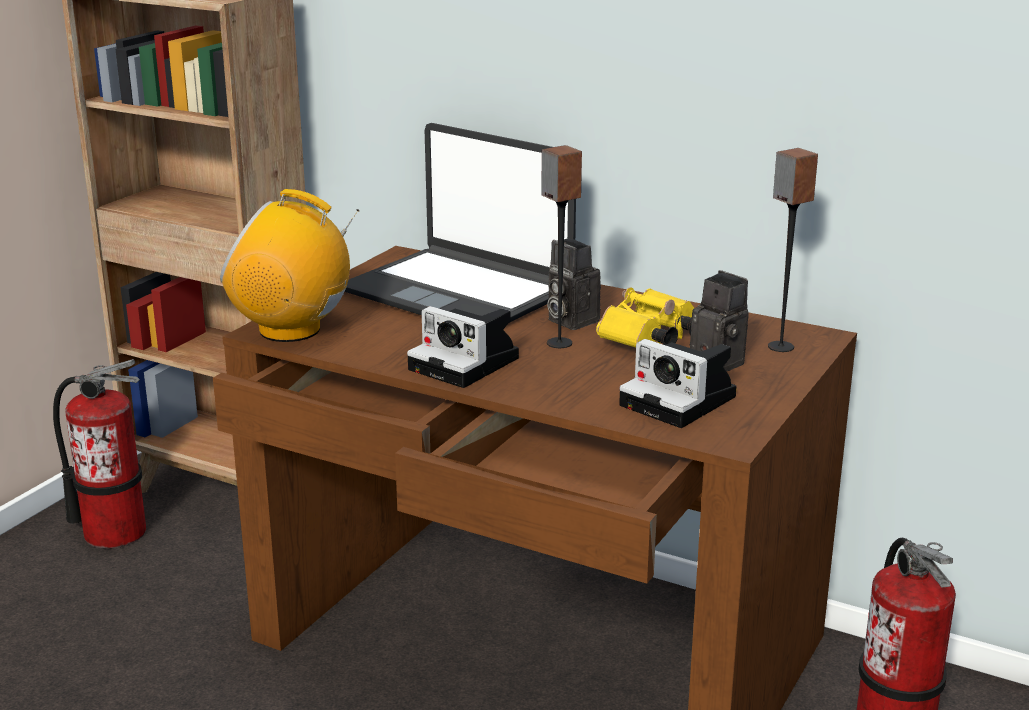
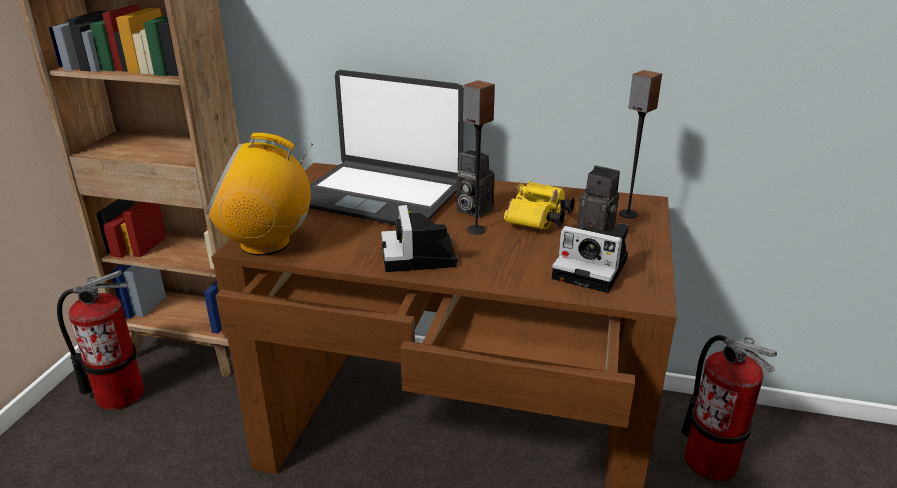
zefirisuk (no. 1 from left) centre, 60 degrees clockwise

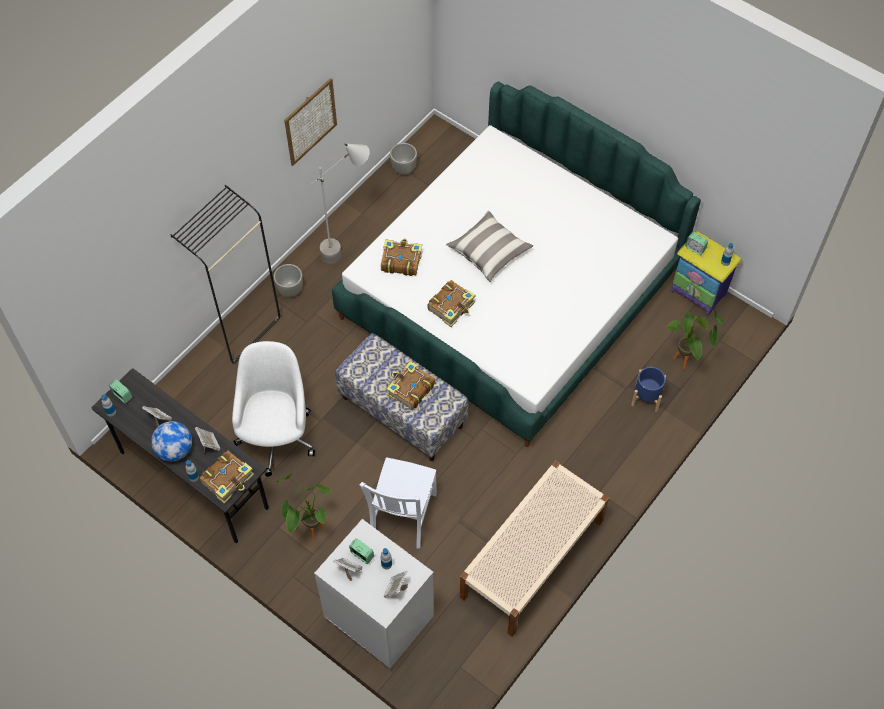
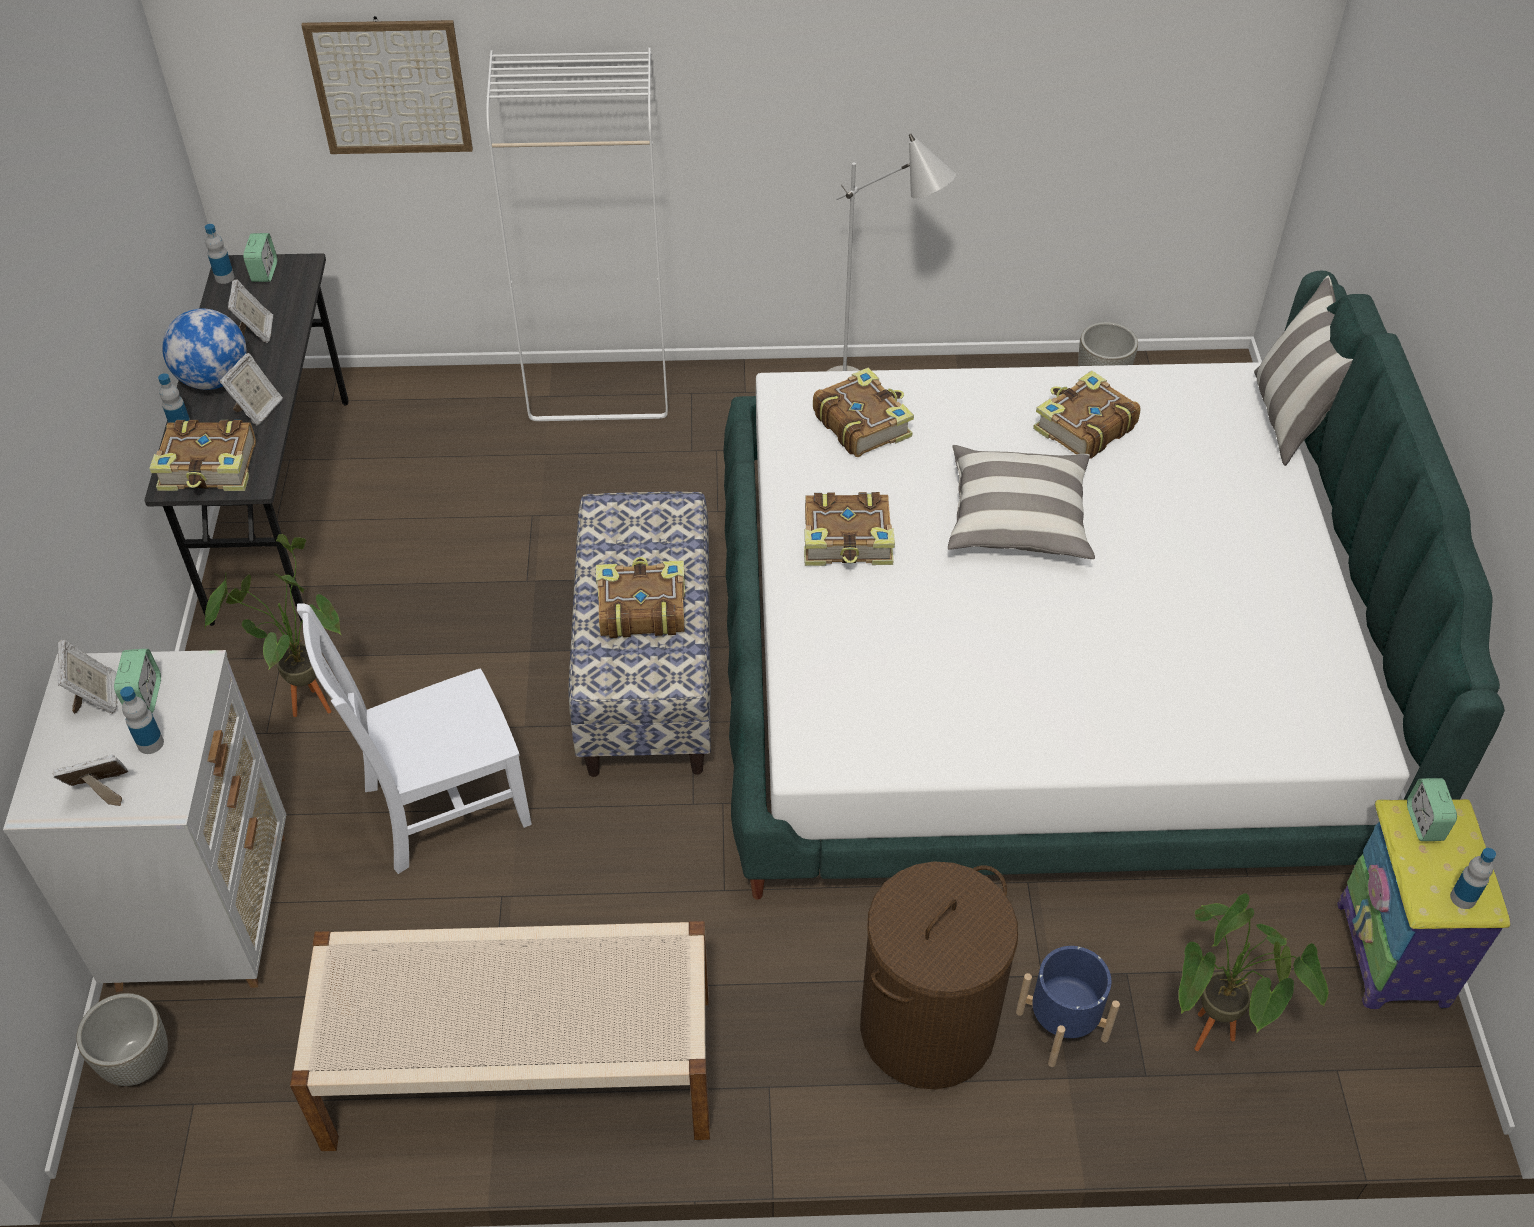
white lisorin middle left -> none
none -> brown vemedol bottom centre
none -> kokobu (no. 5 from left) middle right
none -> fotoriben (no. 2 from left) top right
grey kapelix (no. 1 from left) middle left -> grey kapelix (no. 1 from left) bottom left, relocated
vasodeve top centre -> vasodeve top left, relocated
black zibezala middle left -> white zibezala top centre

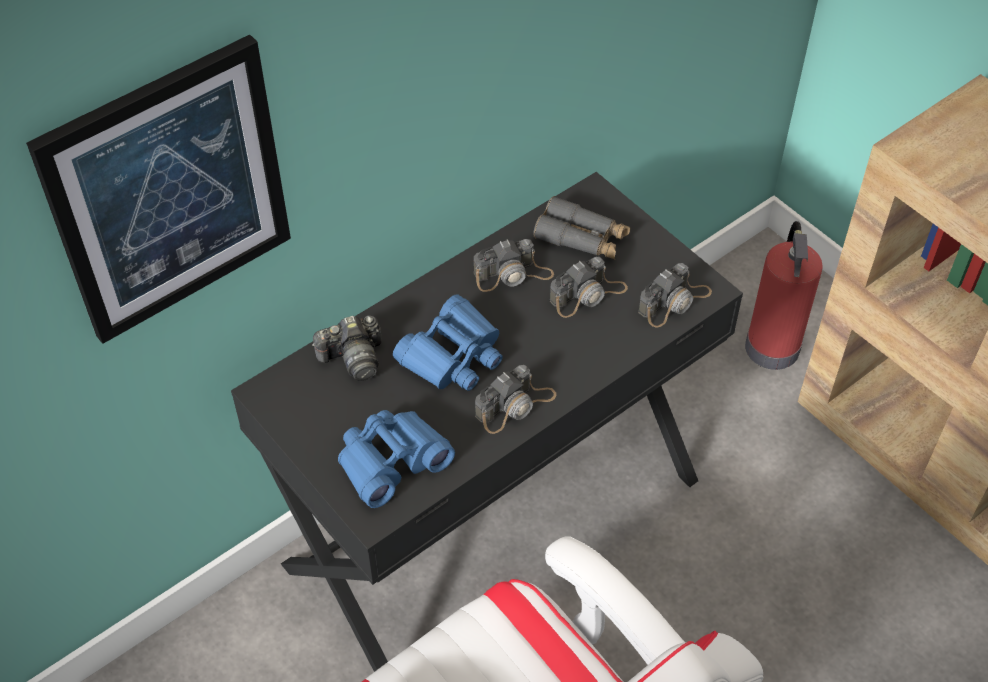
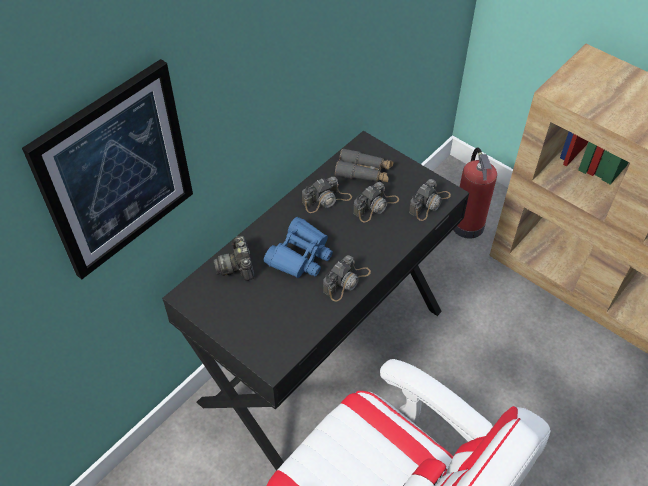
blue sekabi (no. 1 from left) bottom centre -> none
zefirisuk (no. 1 from left) centre, 105 degrees clockwise

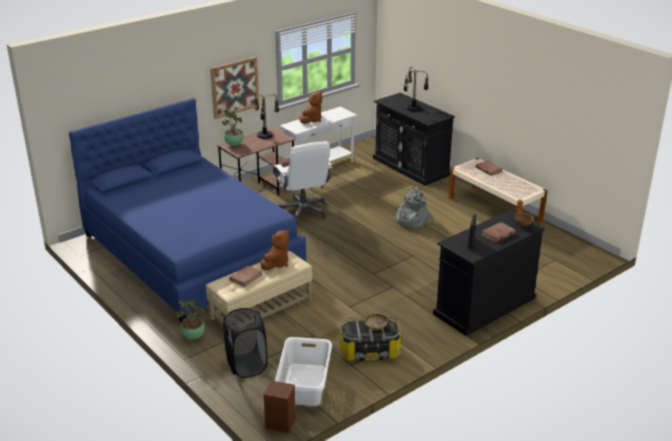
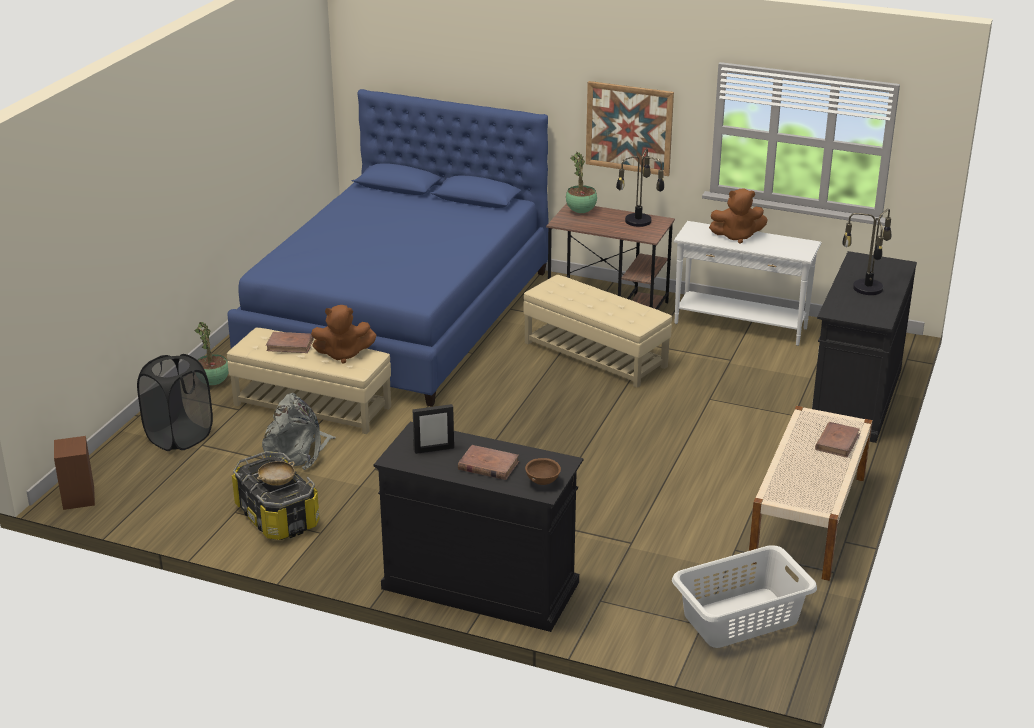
white vemedol bottom centre -> white vemedol bottom right, relocated
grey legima centre -> grey legima middle left, relocated
white lisorin centre -> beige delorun (no. 2 from left) centre

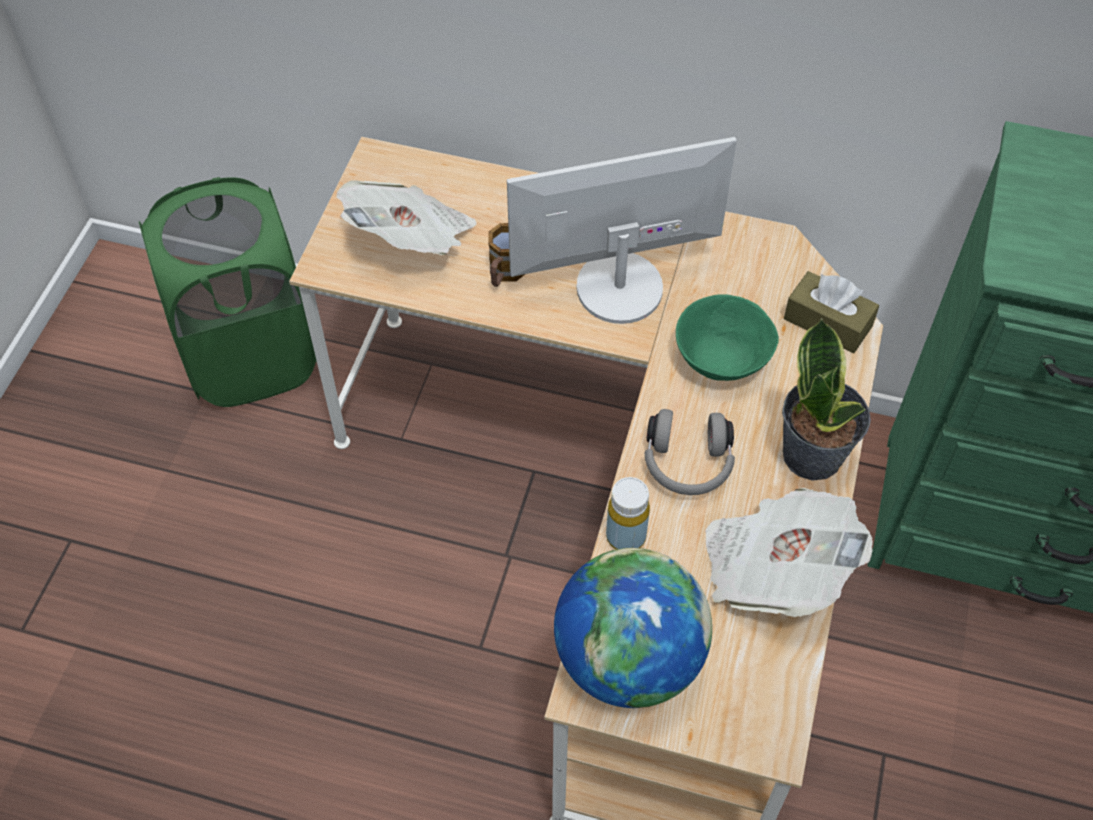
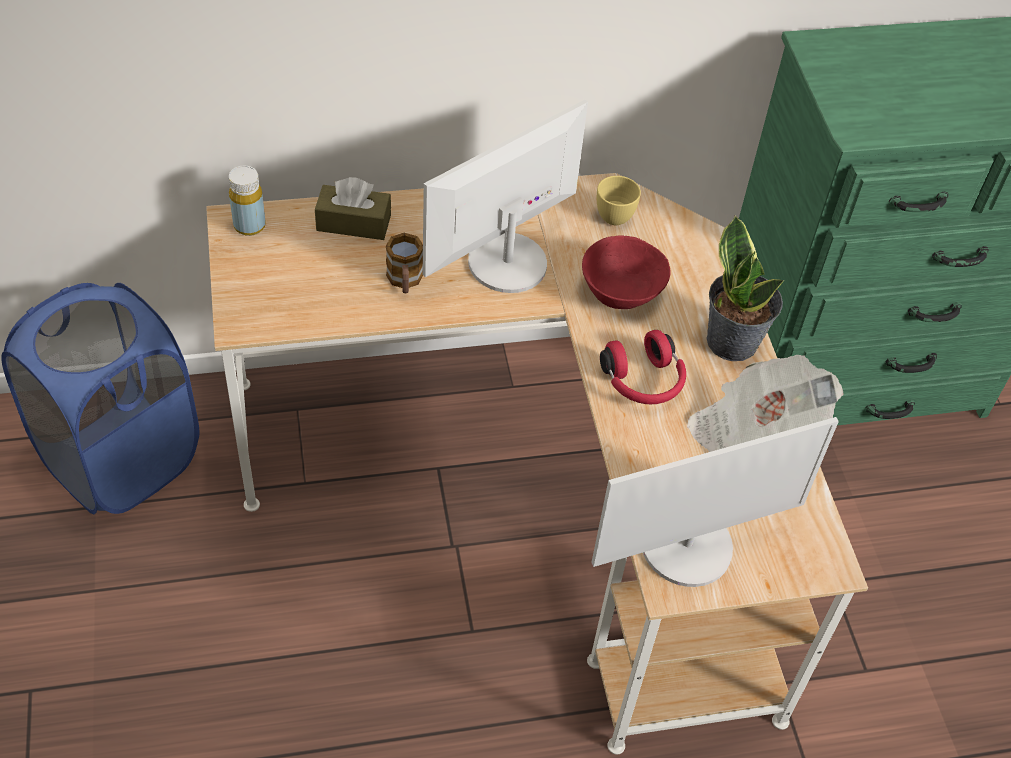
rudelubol (no. 1 from left) top centre -> none
none -> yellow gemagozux top centre
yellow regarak centre -> yellow regarak top left, relocated
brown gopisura middle right -> brown gopisura top centre, relocated
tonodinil bottom centre -> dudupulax (no. 2 from left) middle right
green vemedol middle left -> blue vemedol middle left
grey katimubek centre -> red katimubek centre
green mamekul centre -> red mamekul centre

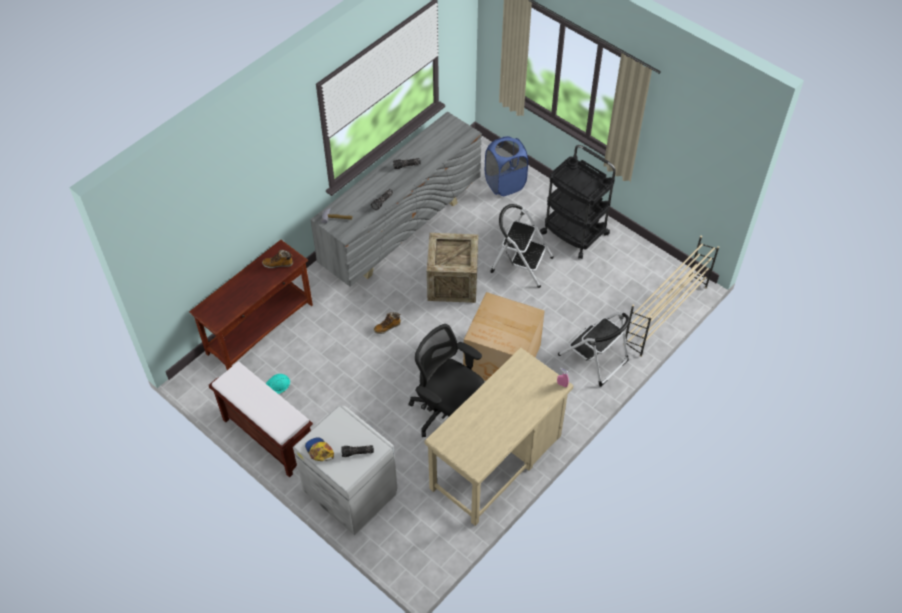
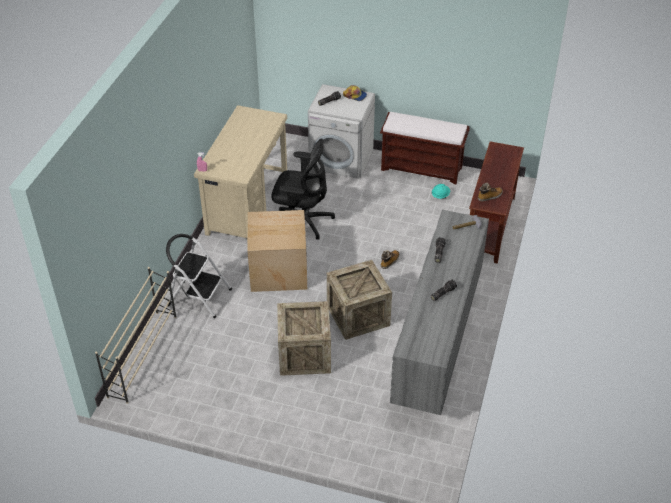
blue vemedol top centre -> none
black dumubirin top centre -> none
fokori (no. 1 from left) centre -> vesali (no. 1 from left) bottom centre

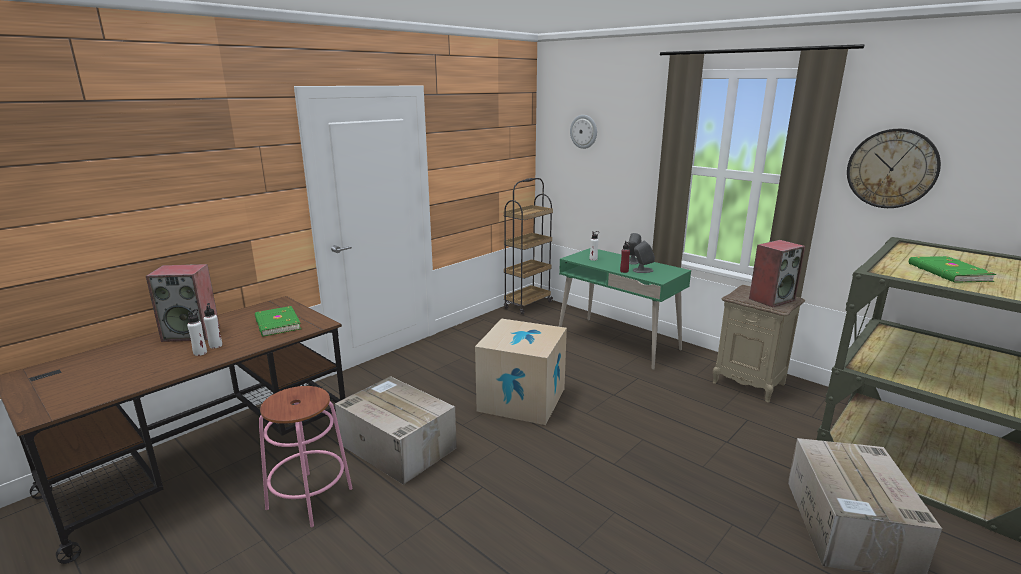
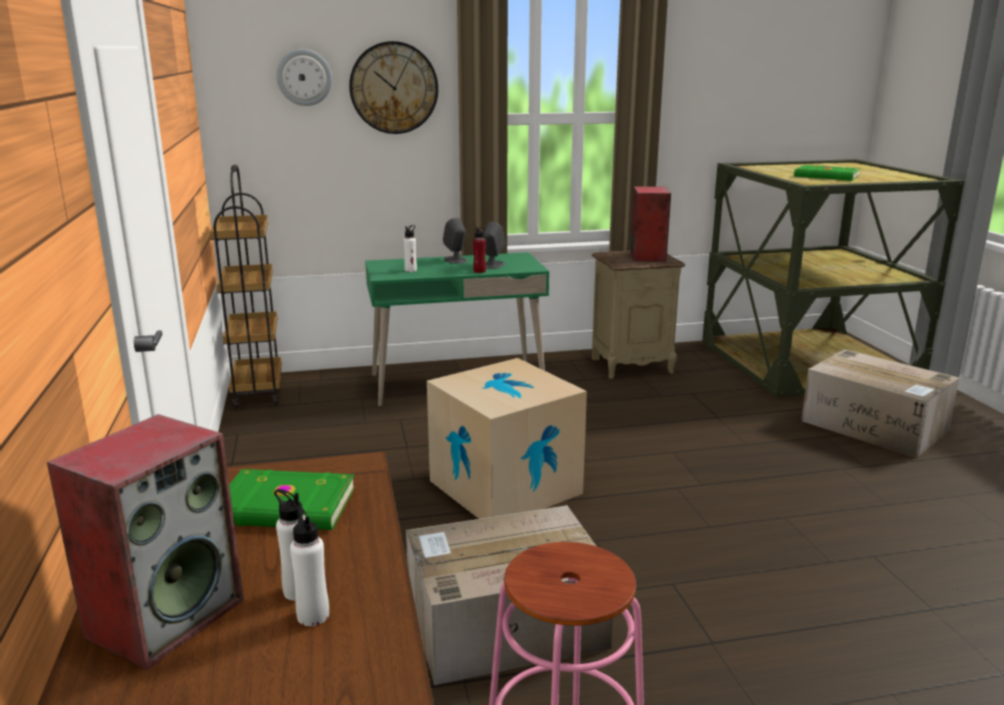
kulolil (no. 2 from left) top right -> kulolil (no. 2 from left) top centre, relocated

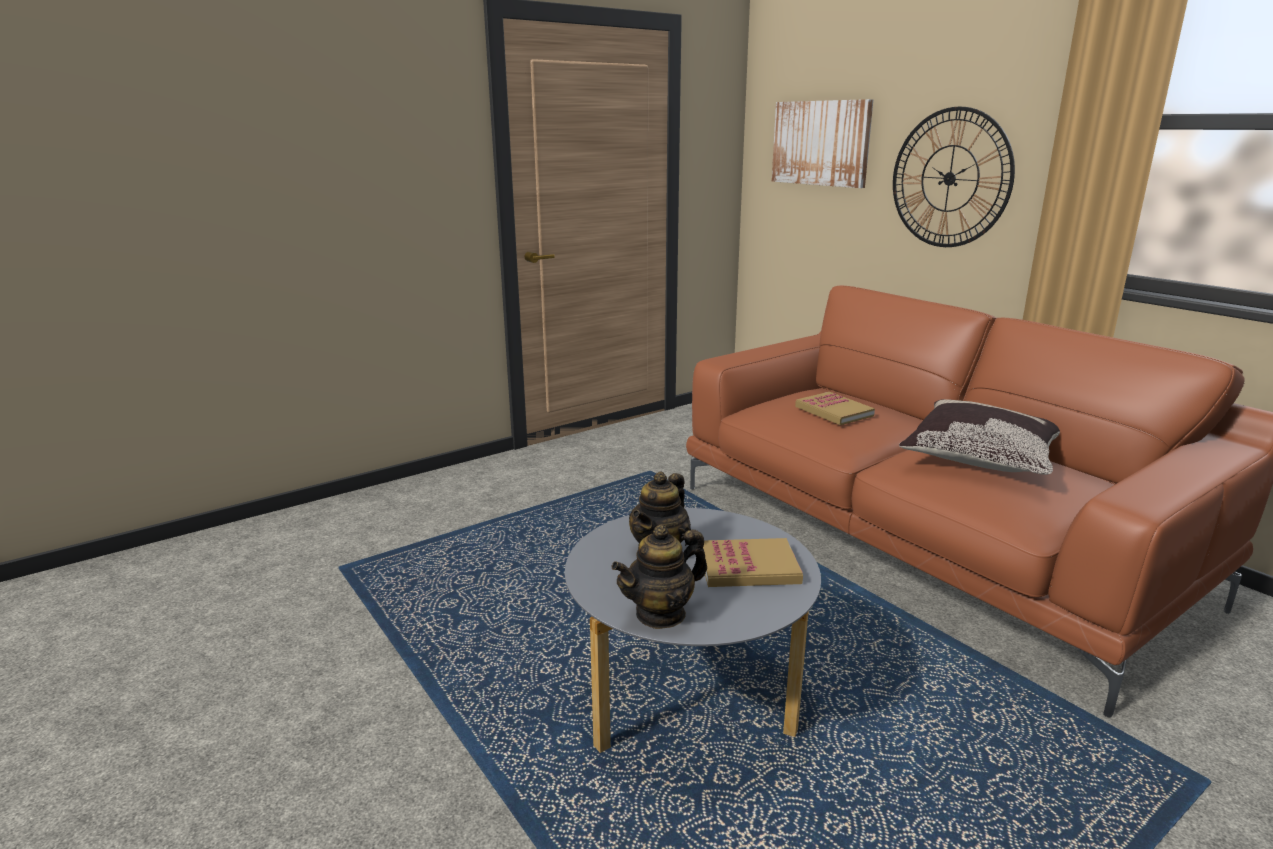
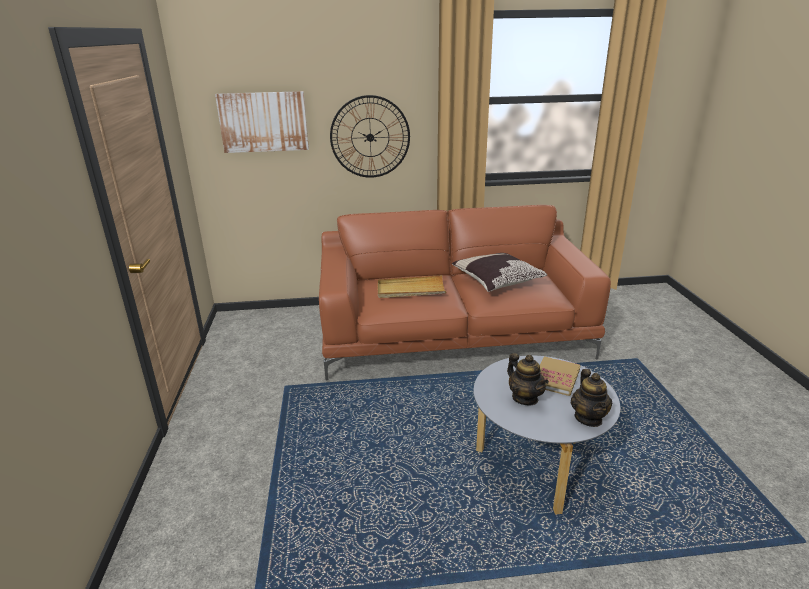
kokobu (no. 2 from left) centre -> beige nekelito centre

